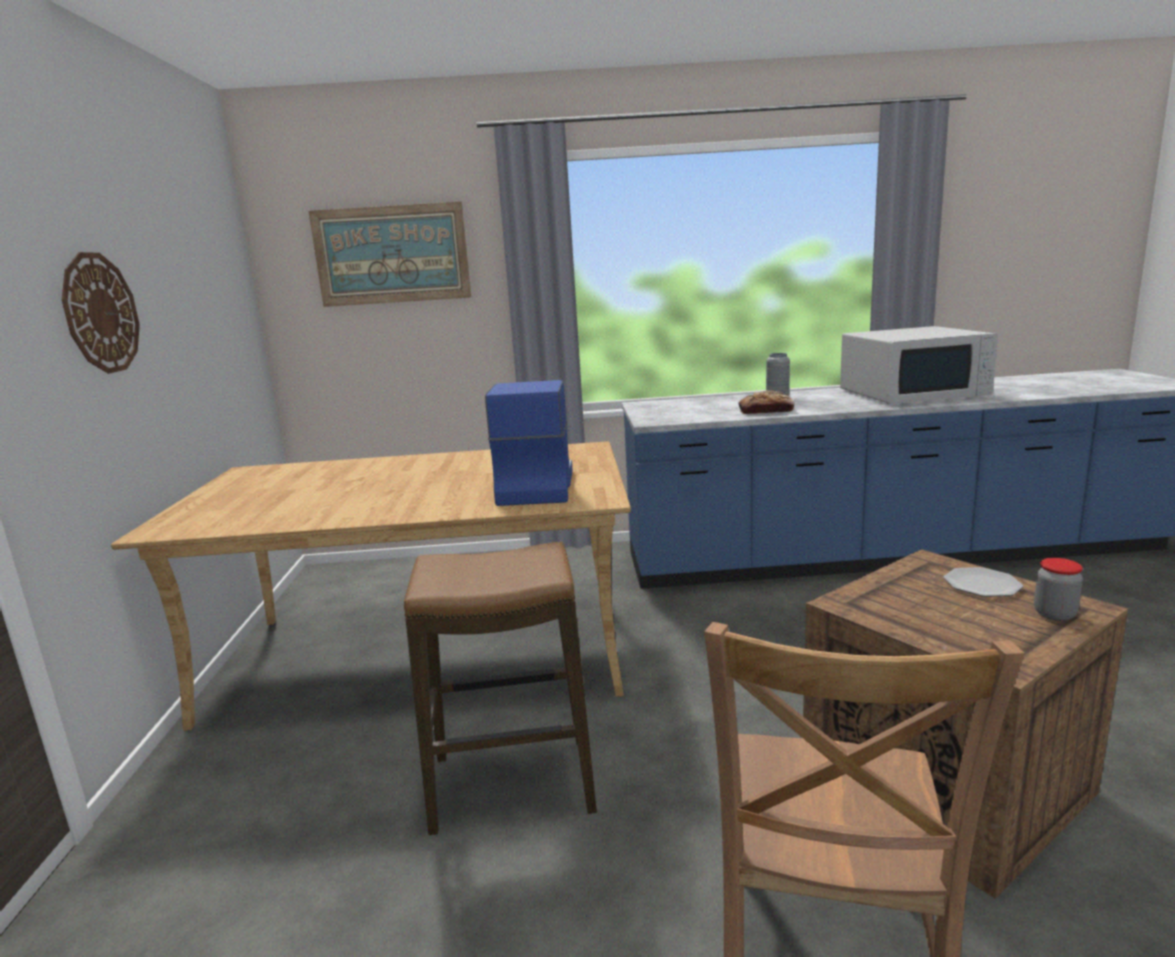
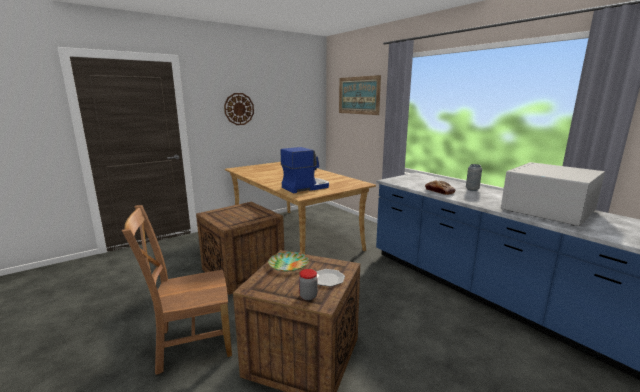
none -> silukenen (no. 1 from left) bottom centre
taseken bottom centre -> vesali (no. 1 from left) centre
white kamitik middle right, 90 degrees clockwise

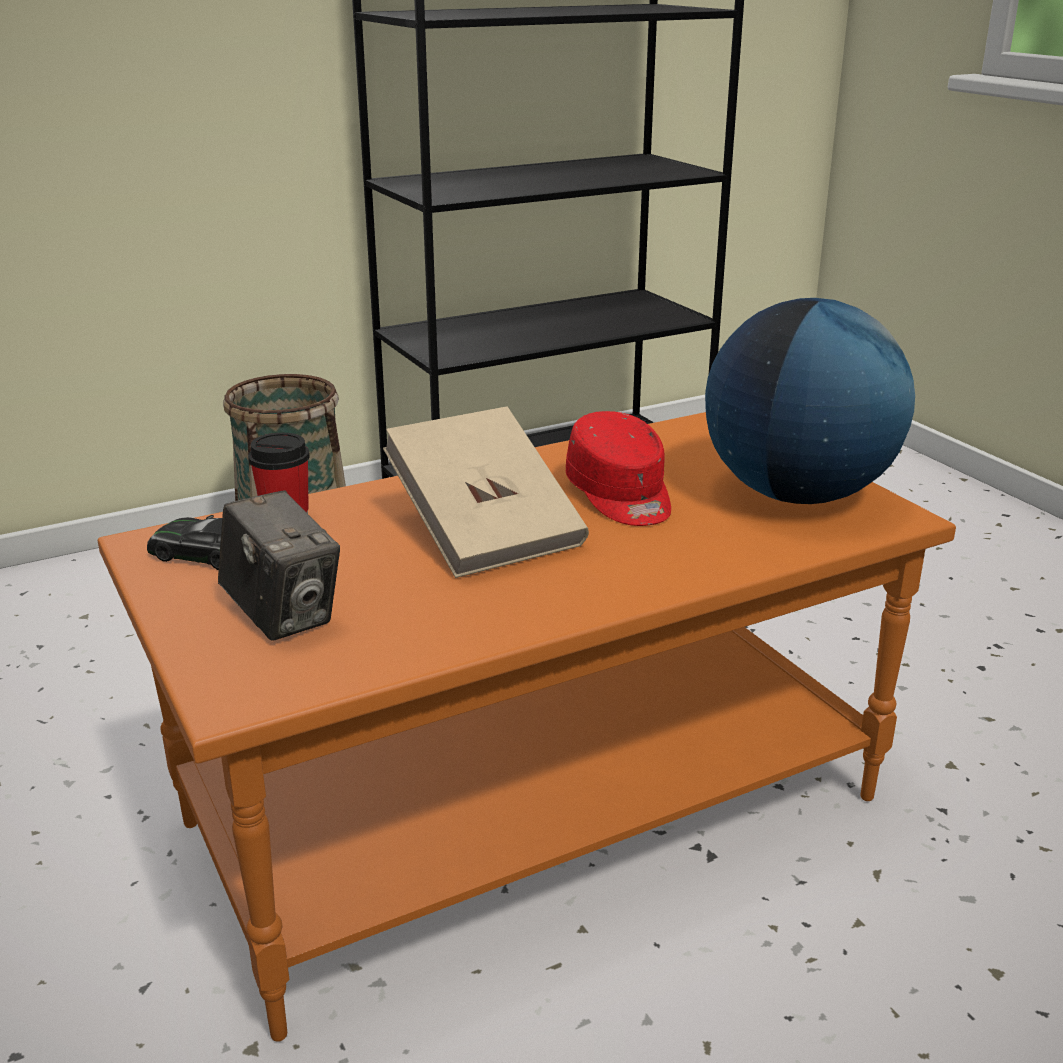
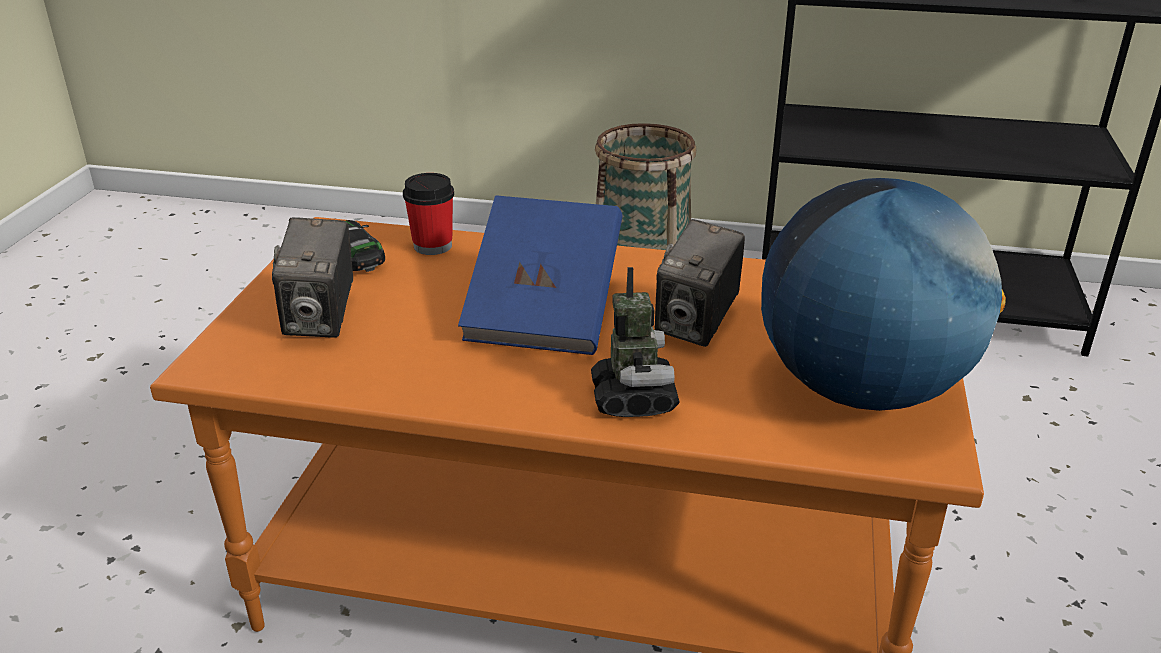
none -> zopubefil centre
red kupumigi centre -> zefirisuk (no. 2 from left) centre
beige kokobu centre -> blue kokobu centre

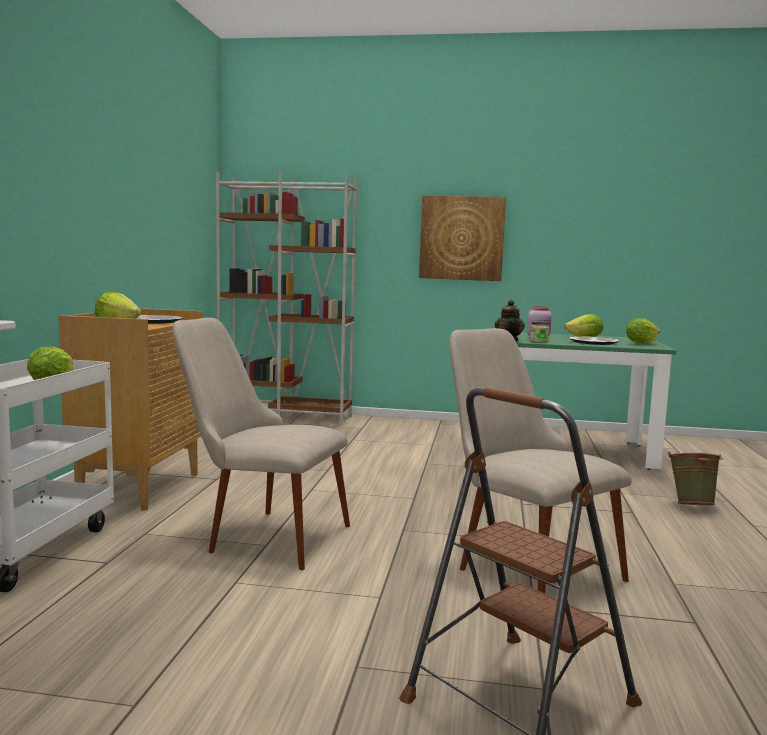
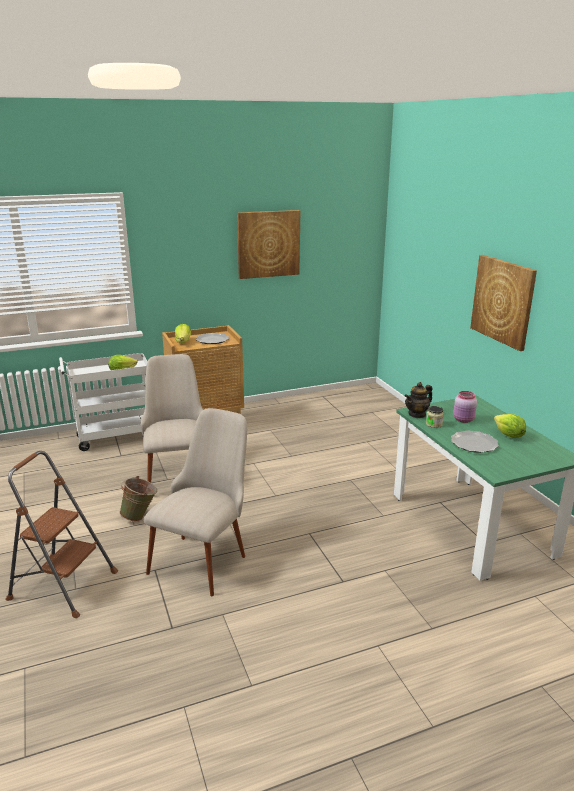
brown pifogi centre -> none
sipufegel (no. 4 from left) middle right -> none
none -> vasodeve (no. 1 from left) top centre
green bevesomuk middle right -> green bevesomuk middle left, relocated

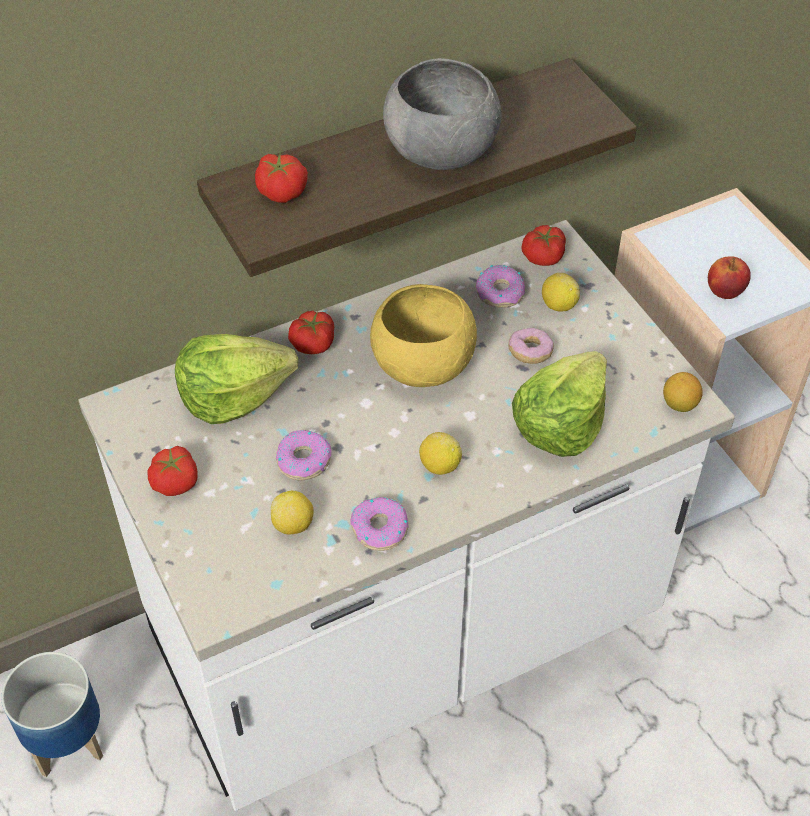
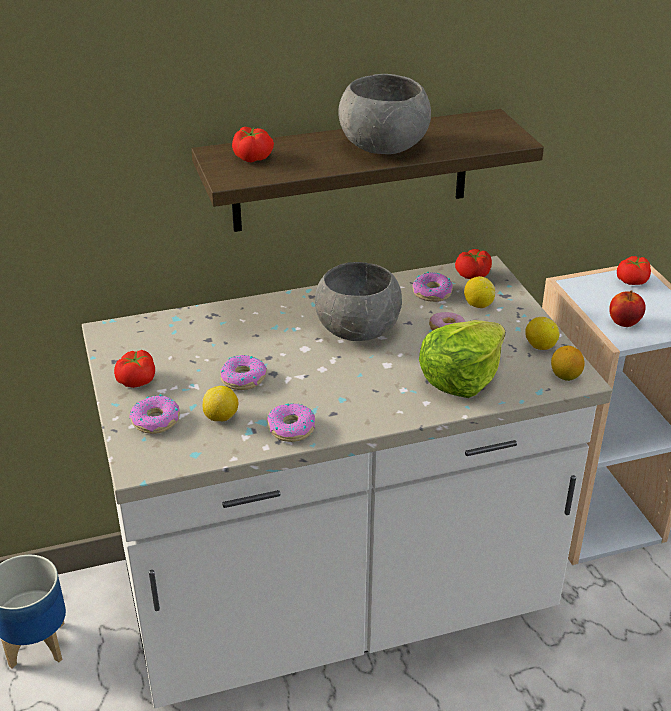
sipufegel (no. 1 from left) middle left -> none
none -> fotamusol (no. 1 from left) middle left
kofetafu (no. 3 from left in the first image) centre -> kofetafu (no. 4 from left) middle right, relocated
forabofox (no. 2 from left in the first image) centre -> forabofox (no. 3 from left) middle right, relocated
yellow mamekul centre -> grey mamekul (no. 1 from left) centre

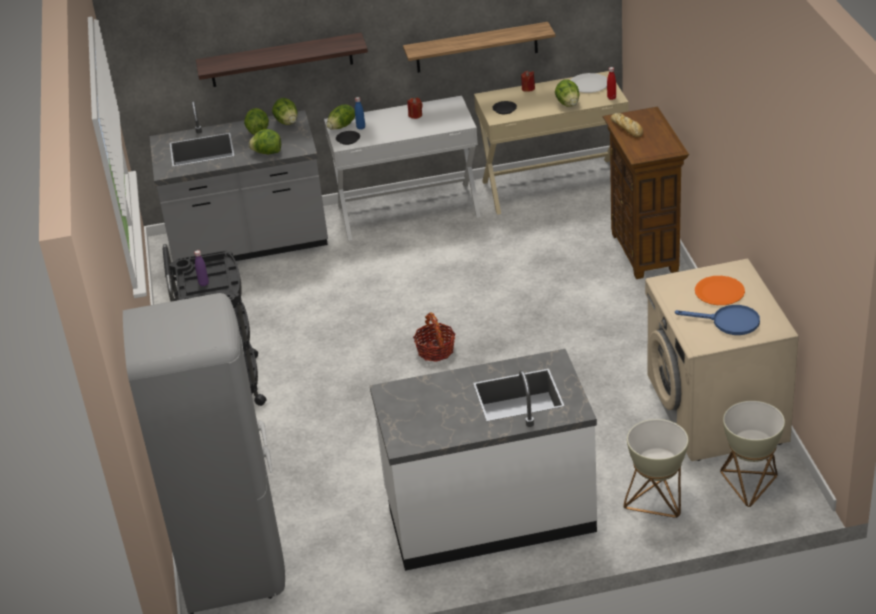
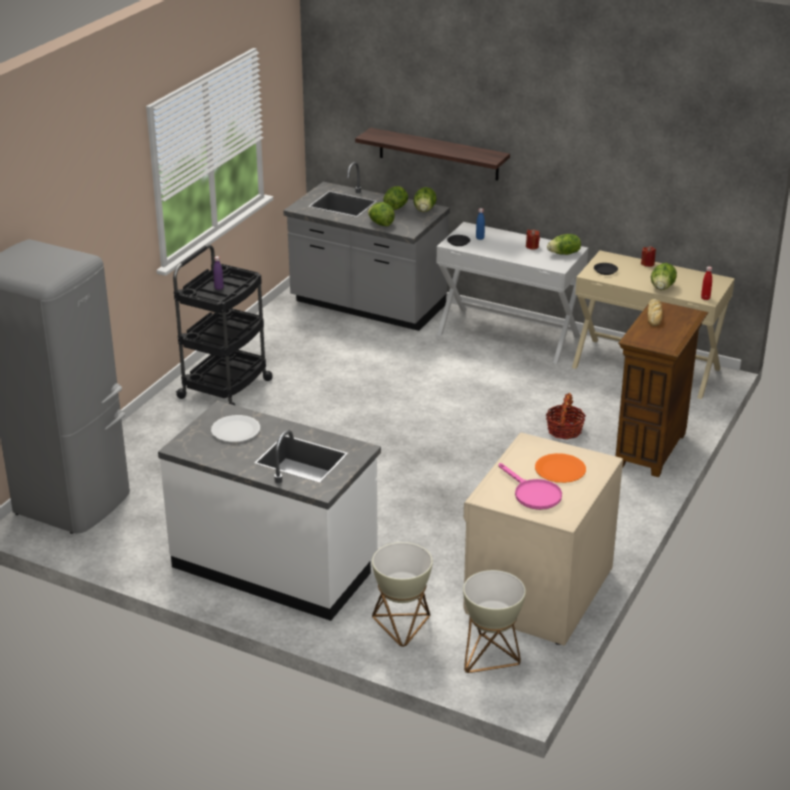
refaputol (no. 2 from left) top centre -> none
sipufegel (no. 4 from left) top centre -> sipufegel (no. 4 from left) top right, relocated
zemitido centre -> zemitido middle right, relocated
white silukenen top right -> white silukenen middle left, relocated
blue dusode middle right -> pink dusode middle right

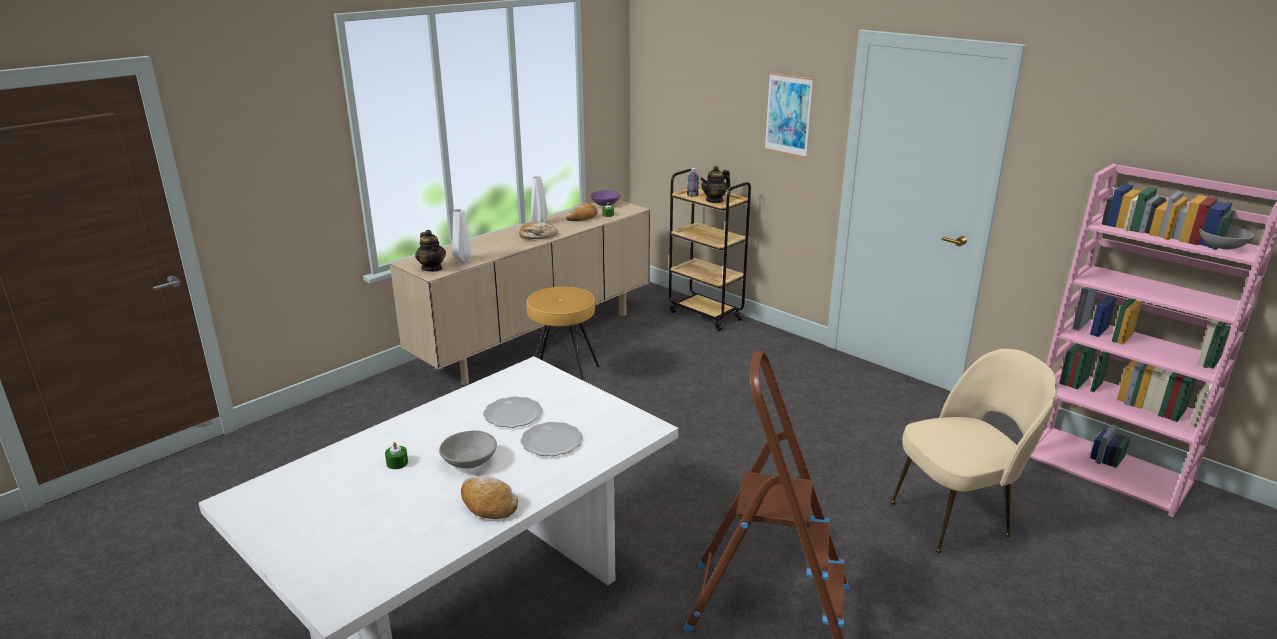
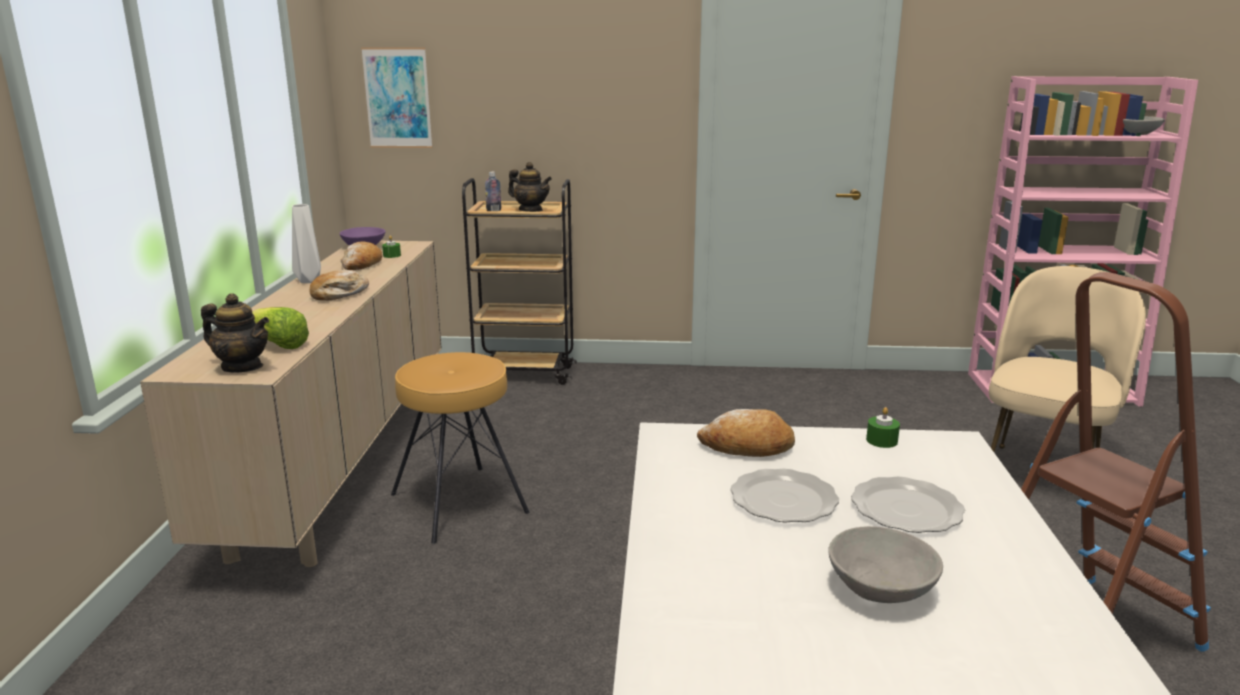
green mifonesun (no. 1 from left in the first image) bottom left -> green mifonesun (no. 2 from left) middle right, relocated
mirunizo (no. 1 from left in the first image) bottom centre -> mirunizo (no. 3 from left) centre, relocated
vasodeve top centre -> vasodeve top left, relocated
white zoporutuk (no. 1 from left) centre -> sipufegel middle left
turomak (no. 2 from left) top centre, 75 degrees counterclockwise

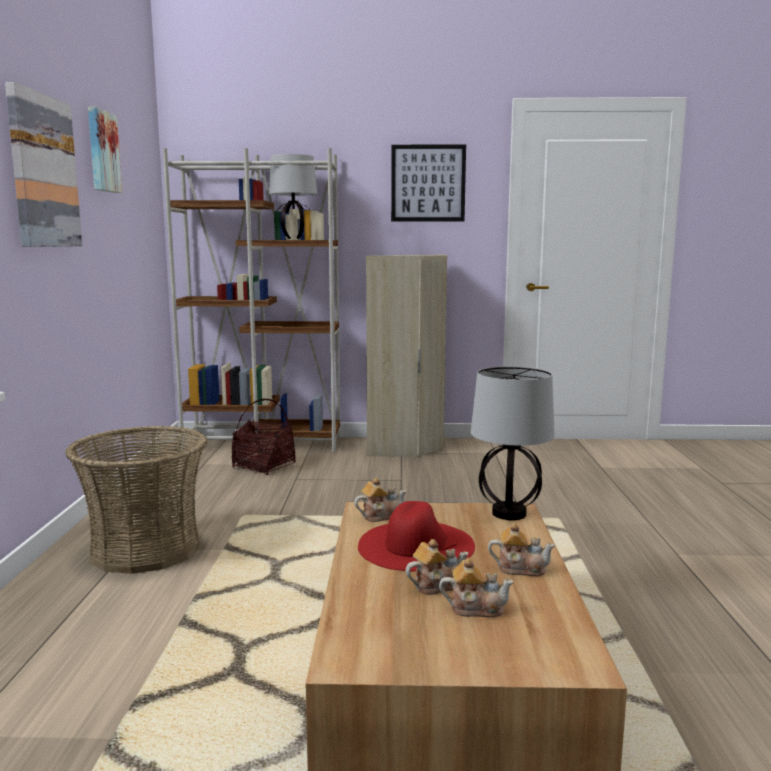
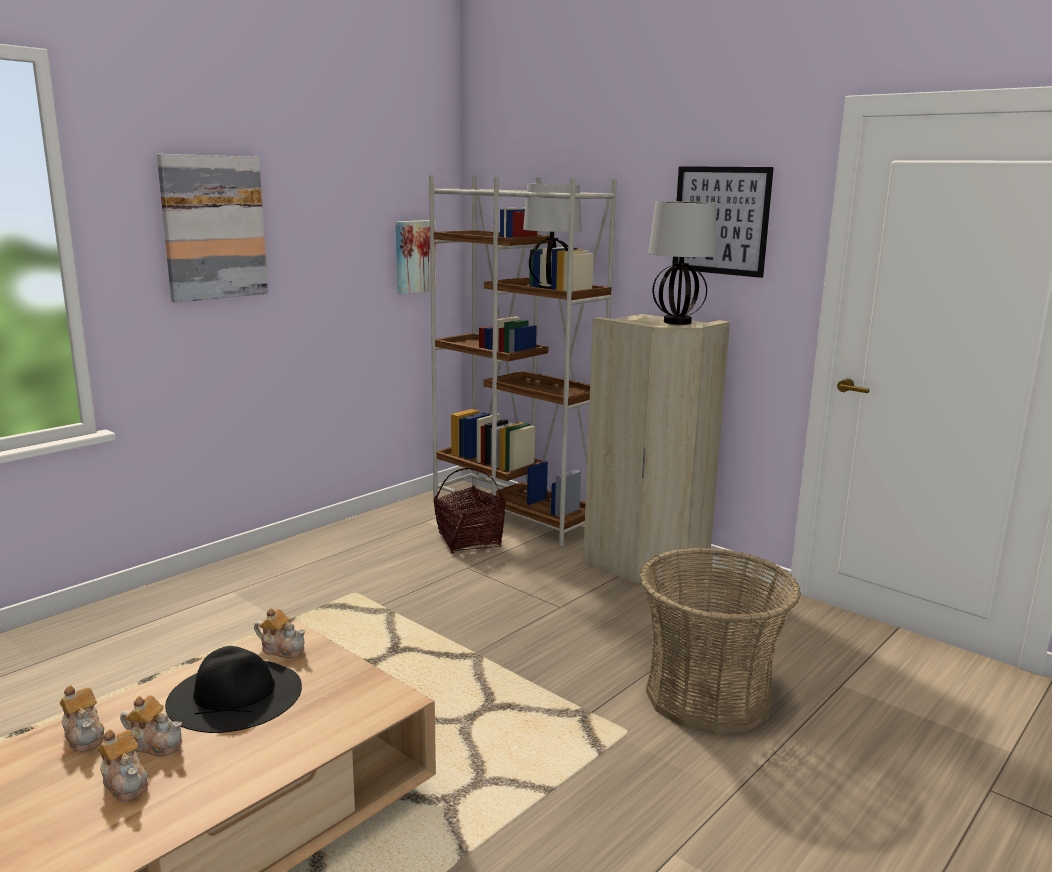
zemitido (no. 1 from left in the first image) middle left -> zemitido (no. 2 from left) bottom right, relocated
vasodeve (no. 2 from left) top left -> vasodeve (no. 2 from left) top centre, relocated
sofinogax (no. 2 from left) centre -> sofinogax (no. 2 from left) top centre, relocated
turomak (no. 4 from left in the first image) bottom right -> turomak (no. 1 from left) bottom left, relocated
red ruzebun bottom centre -> black ruzebun bottom left

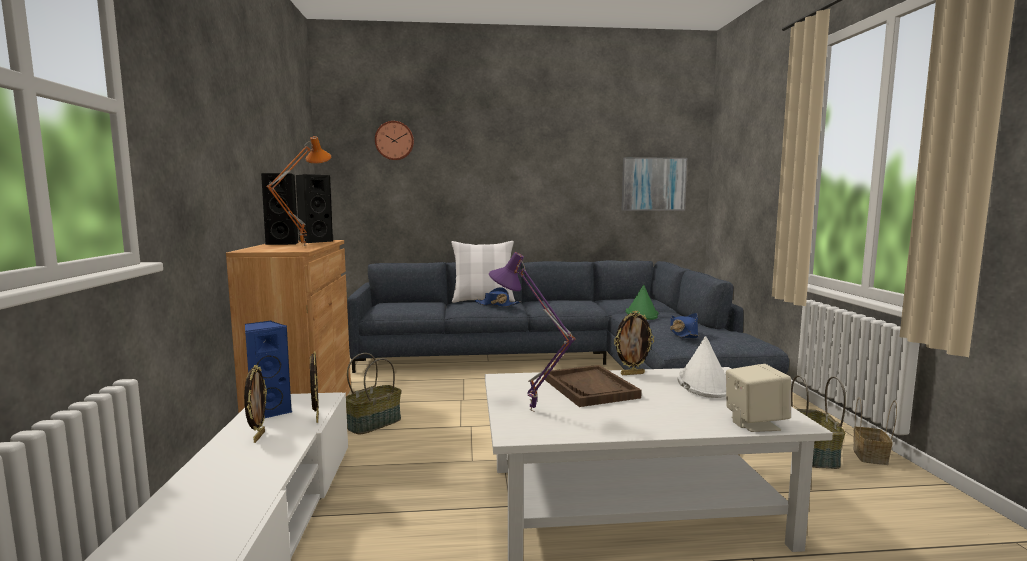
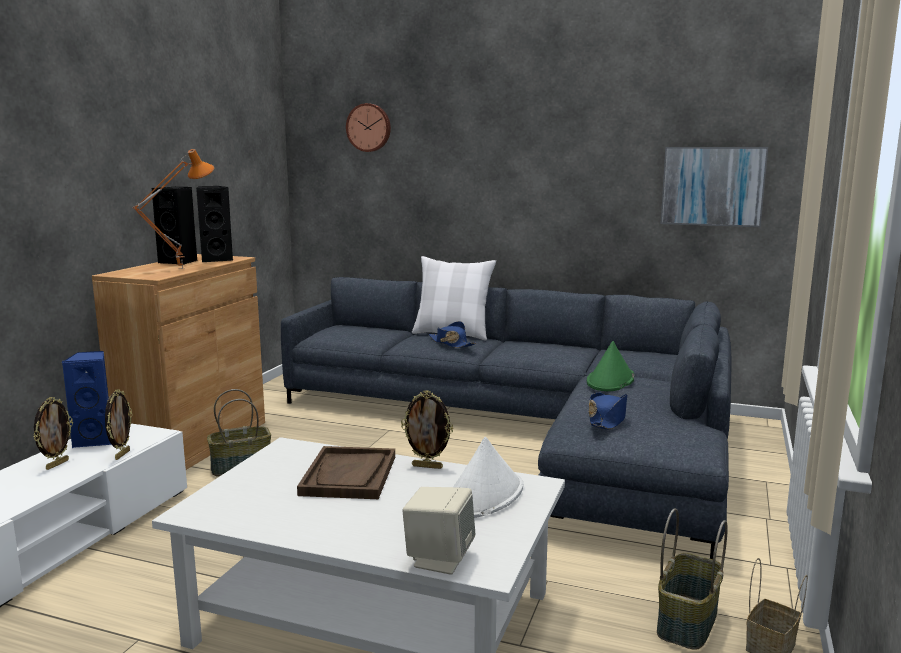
purple sofinogax centre -> none

